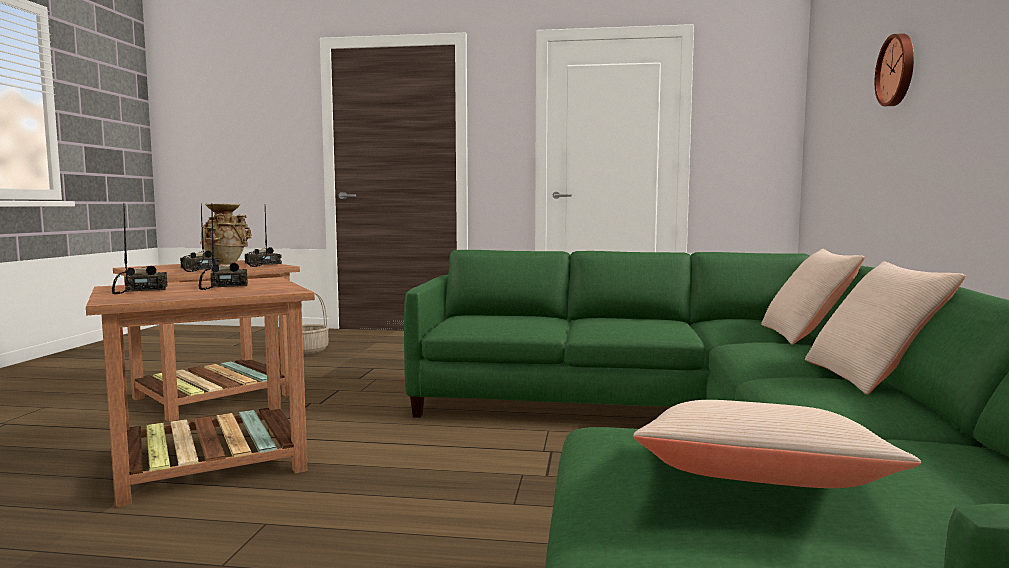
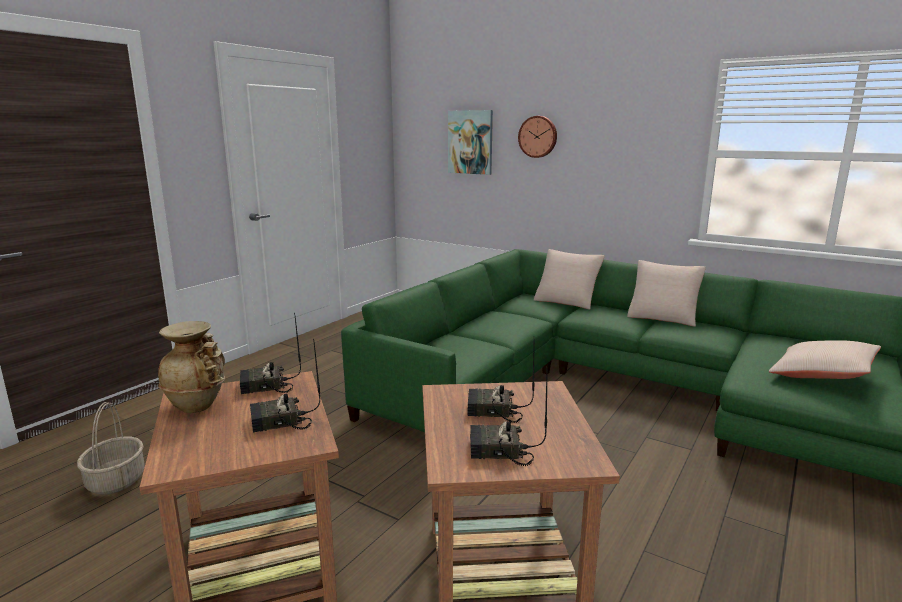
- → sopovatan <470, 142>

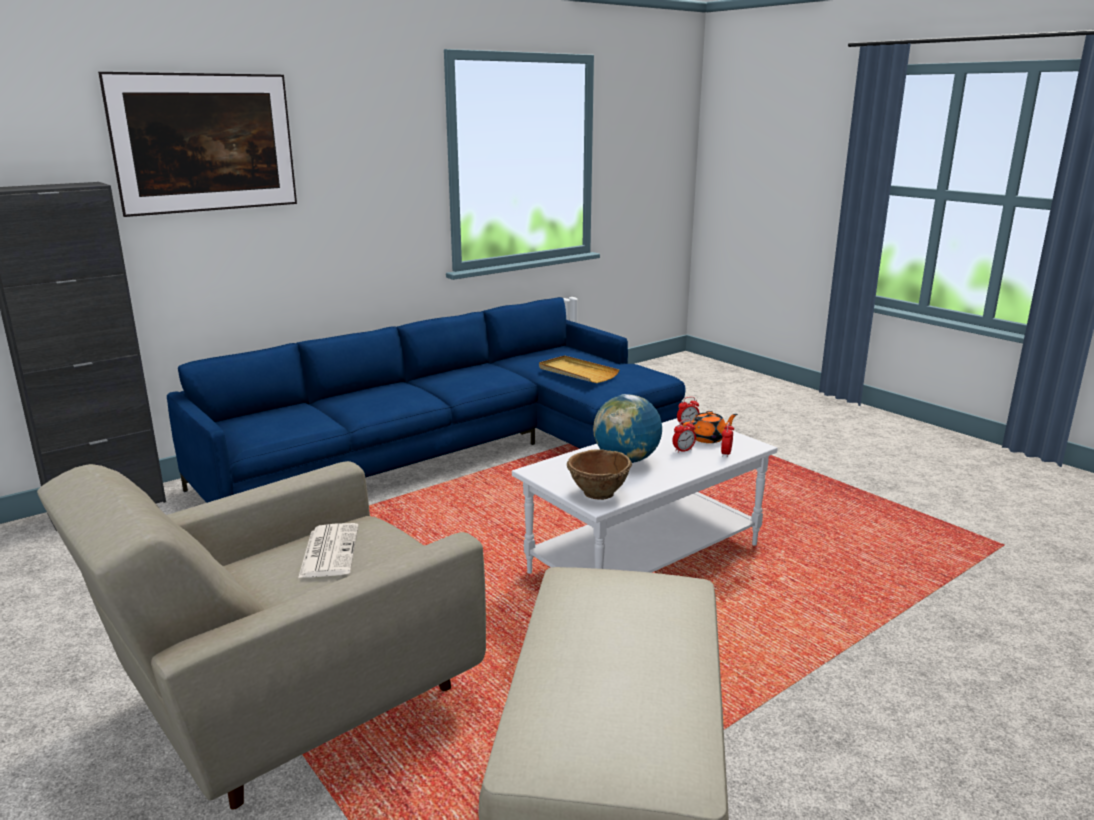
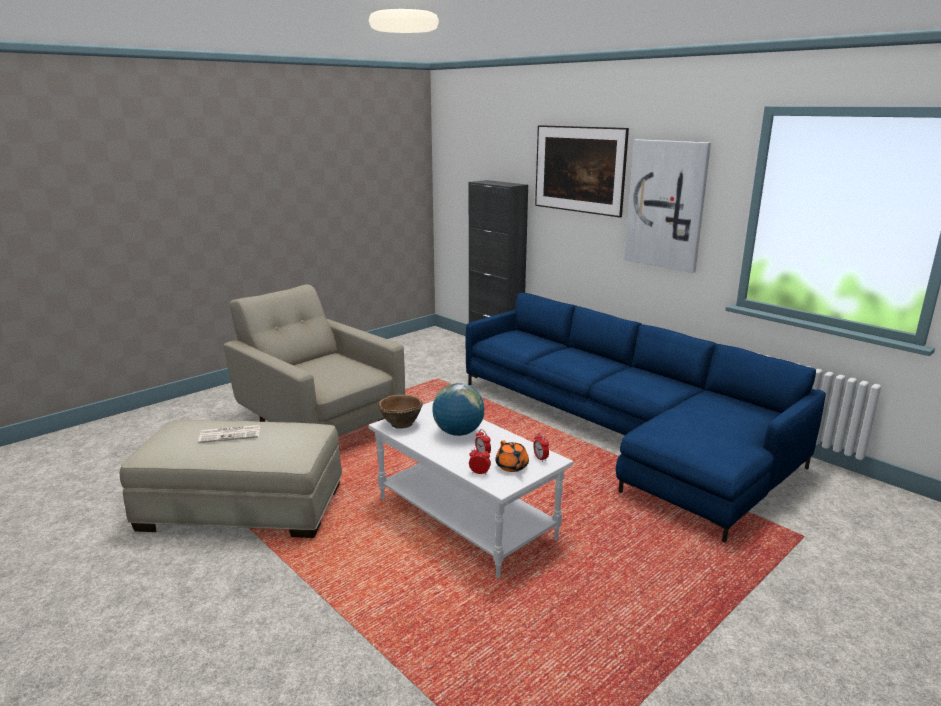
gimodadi <328, 550> → gimodadi <229, 434>, relocated
- → sopovatan <667, 206>
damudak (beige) <579, 369> → -

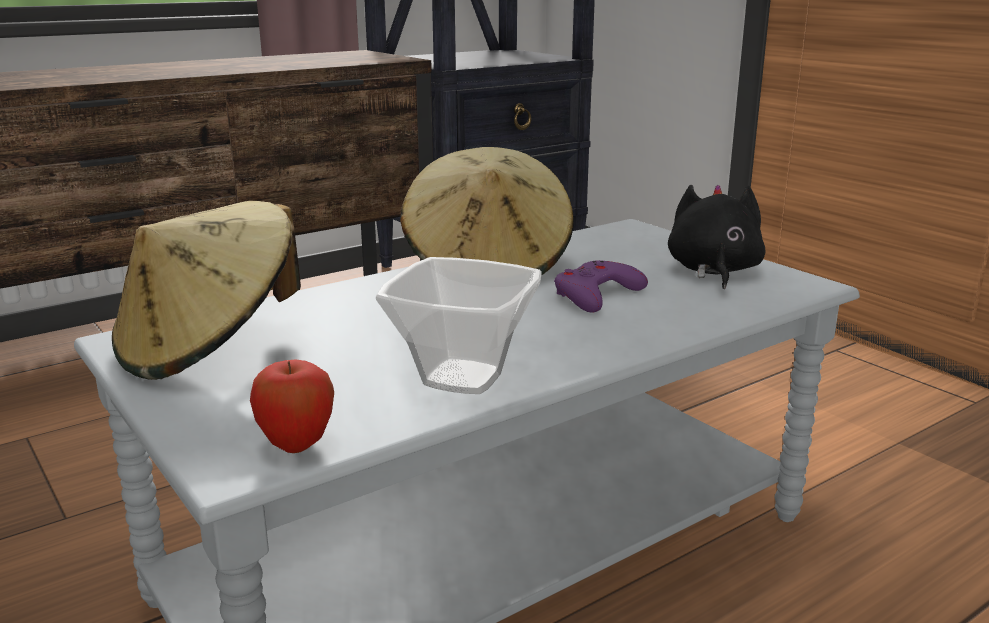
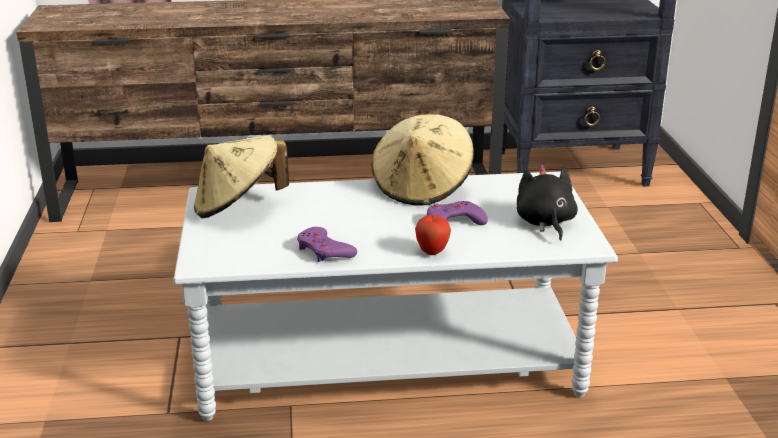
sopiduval <459, 325> → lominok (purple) <327, 244>
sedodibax <292, 406> → sedodibax <433, 235>, relocated
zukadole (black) <717, 237> → zukadole (black) <547, 202>, 45 degrees counterclockwise

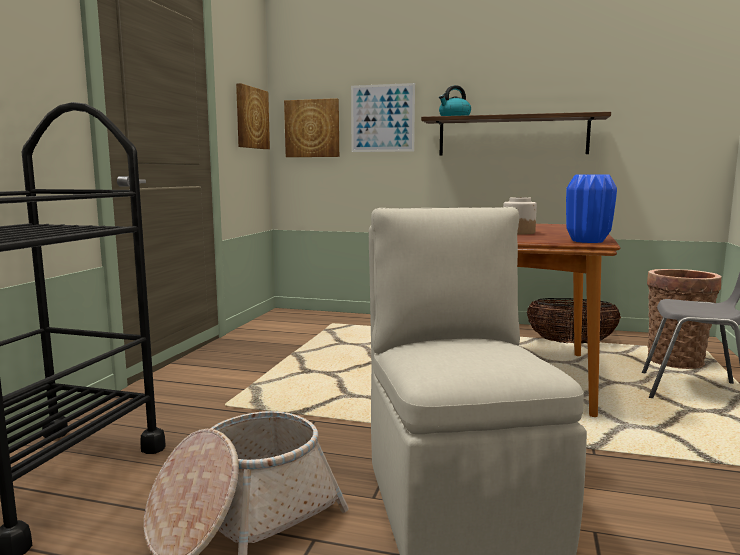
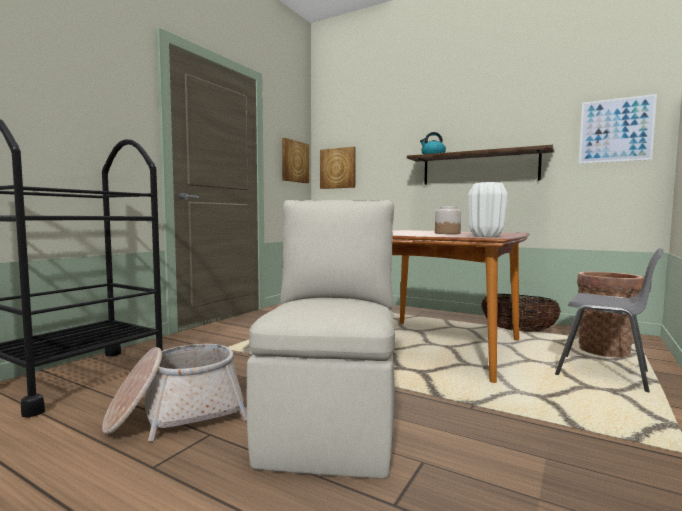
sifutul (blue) <591, 209> → sifutul (white) <488, 209>
sopovatan <383, 117> → sopovatan <618, 129>, relocated

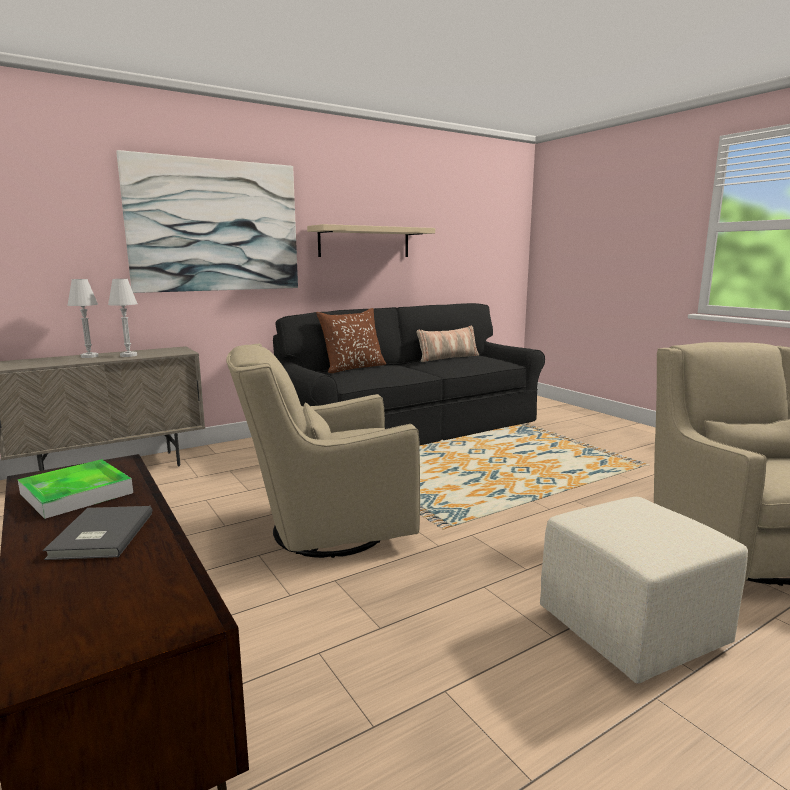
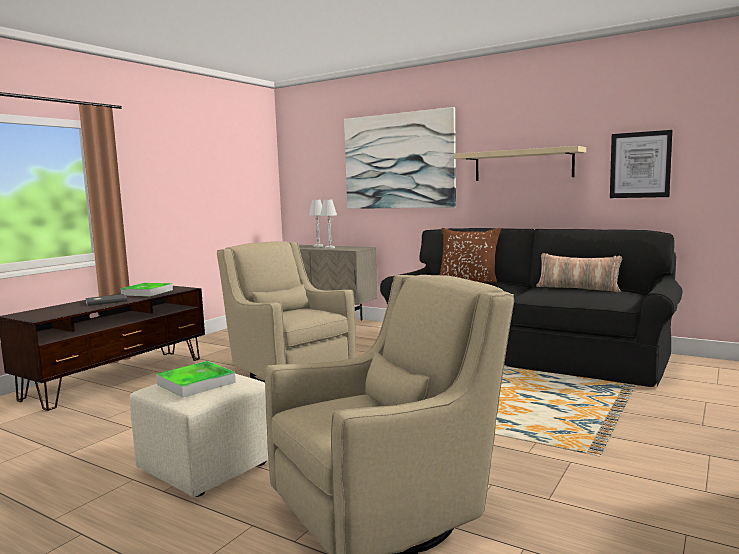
- → damudak <196, 379>
- → sopovatan <641, 164>

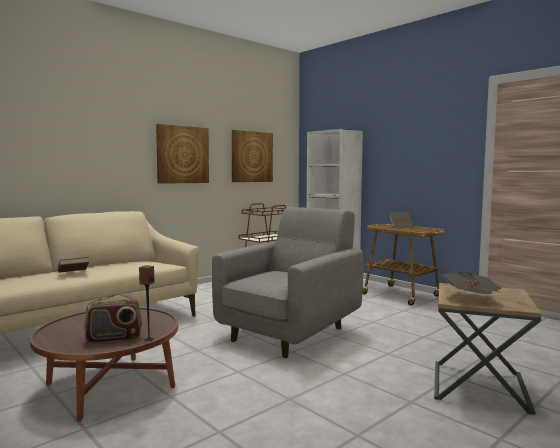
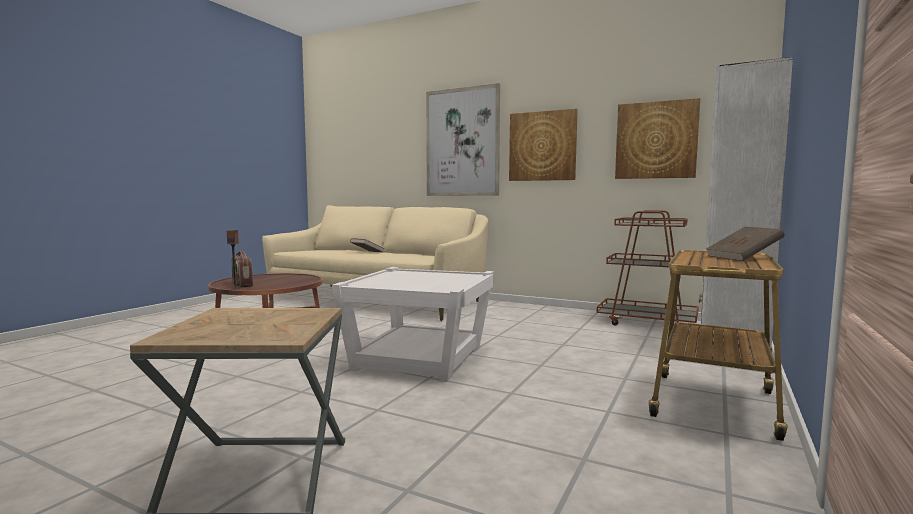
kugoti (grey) <287, 282> → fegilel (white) <413, 324>
- → sopovatan <463, 139>
gimodadi <471, 283> → -

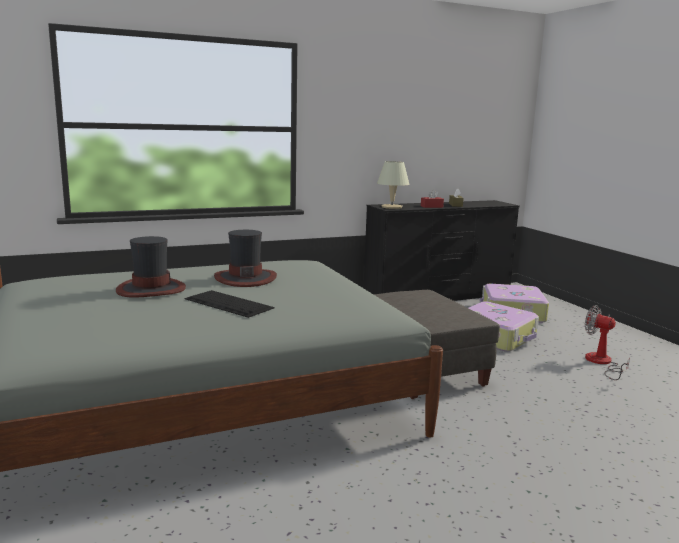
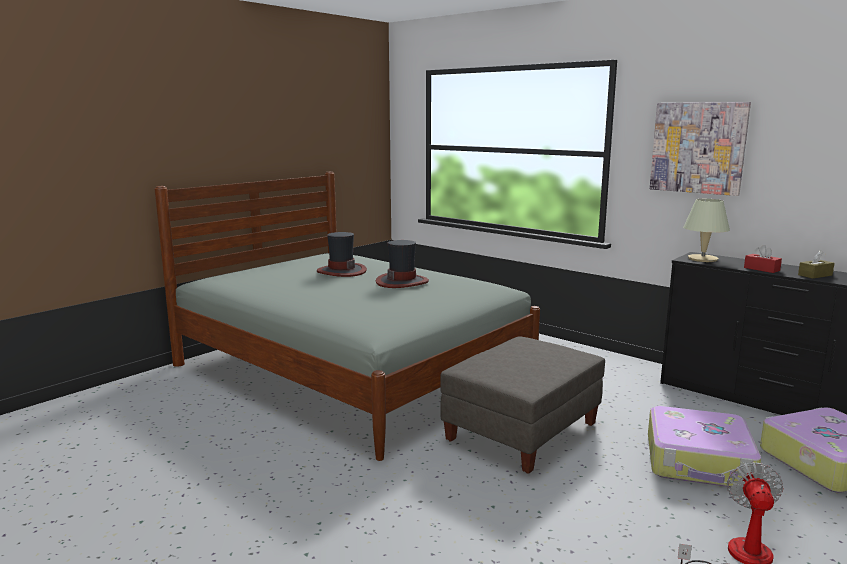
- → sopovatan <700, 149>
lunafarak <230, 304> → -

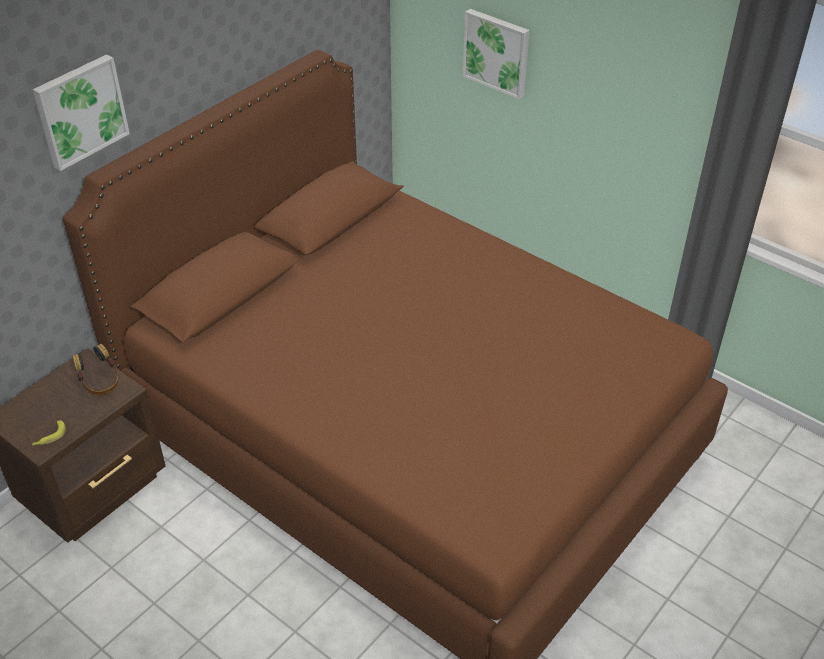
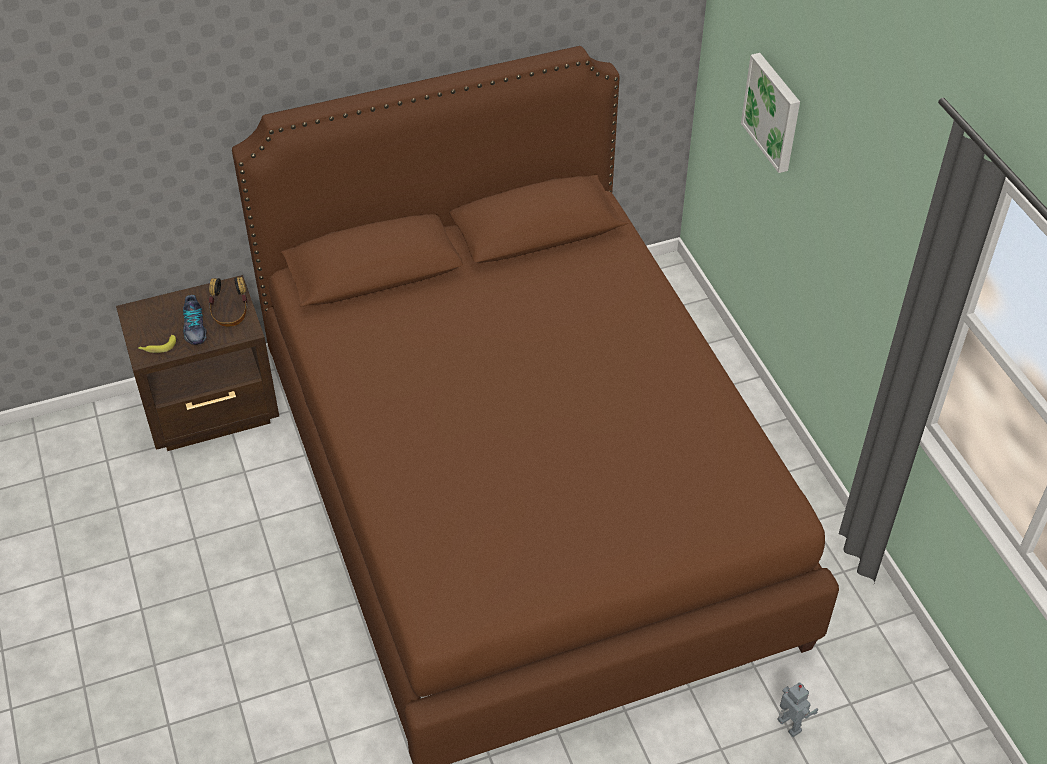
- → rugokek <195, 320>
- → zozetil <798, 709>
sopovatan <81, 112> → -

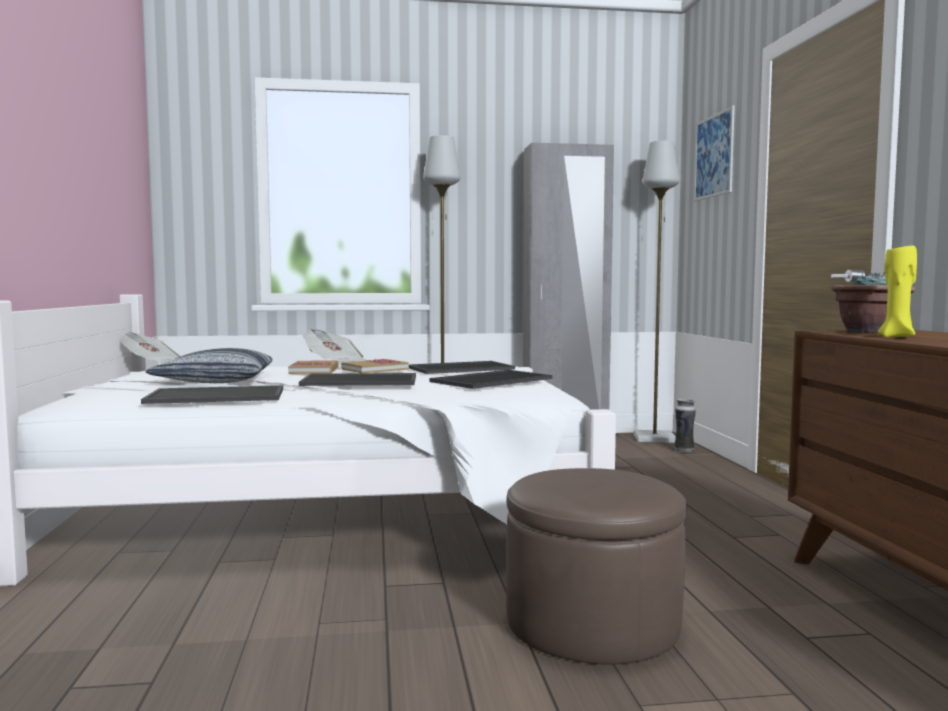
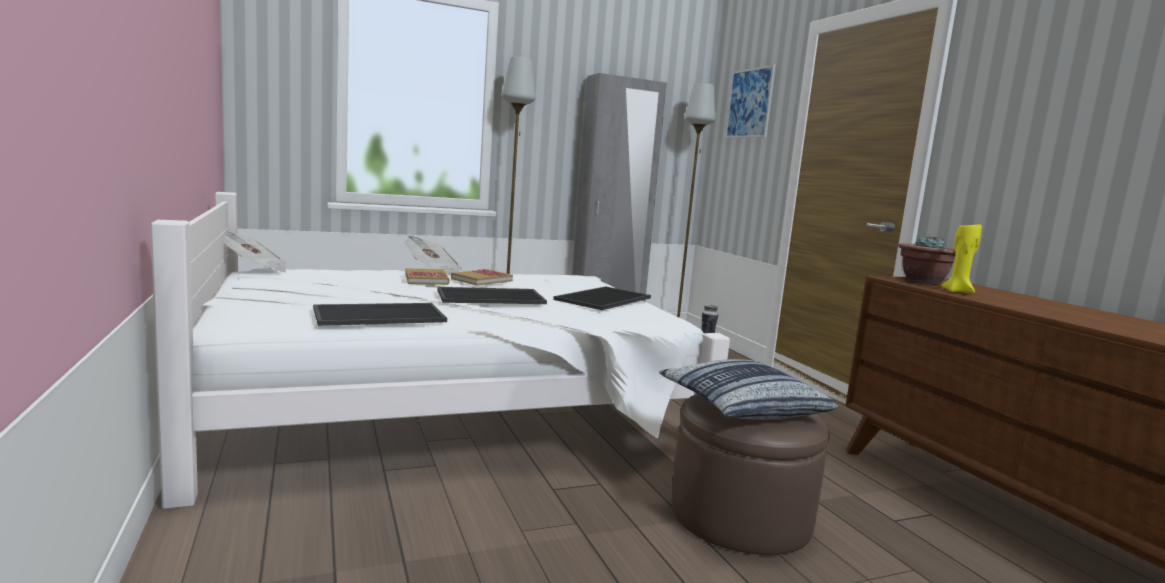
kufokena <209, 365> → kufokena <748, 389>, relocated
damudak <462, 367> → -

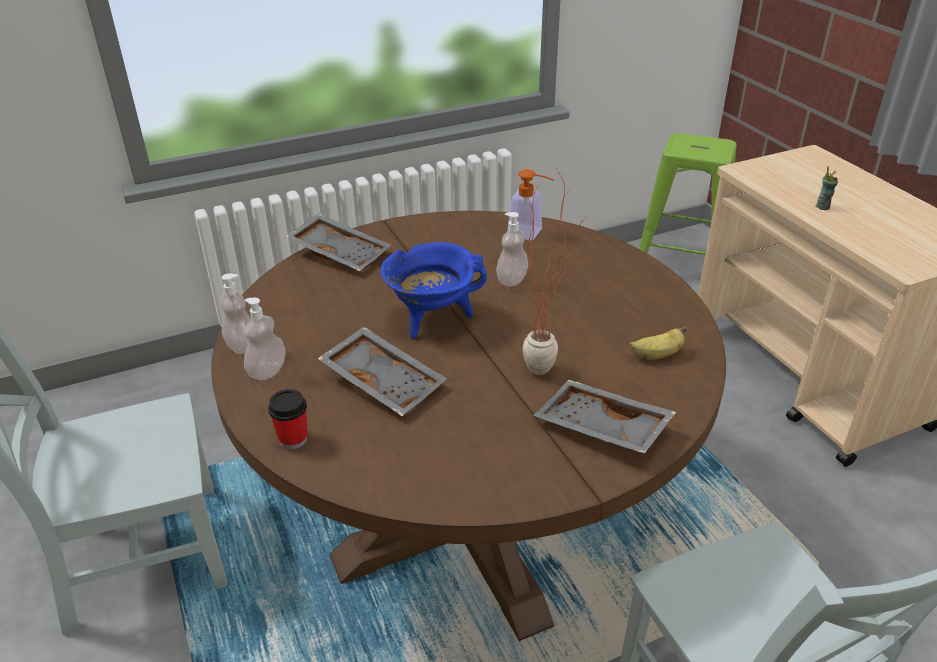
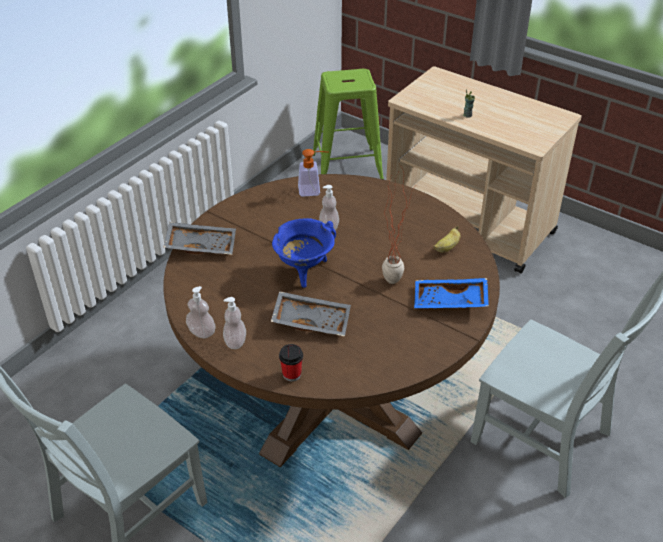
damudak (grey) <604, 417> → damudak (blue) <451, 293>

